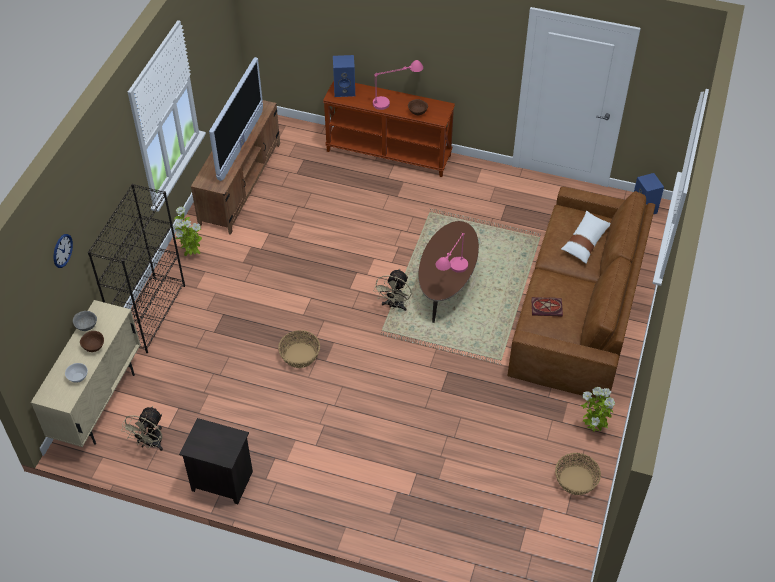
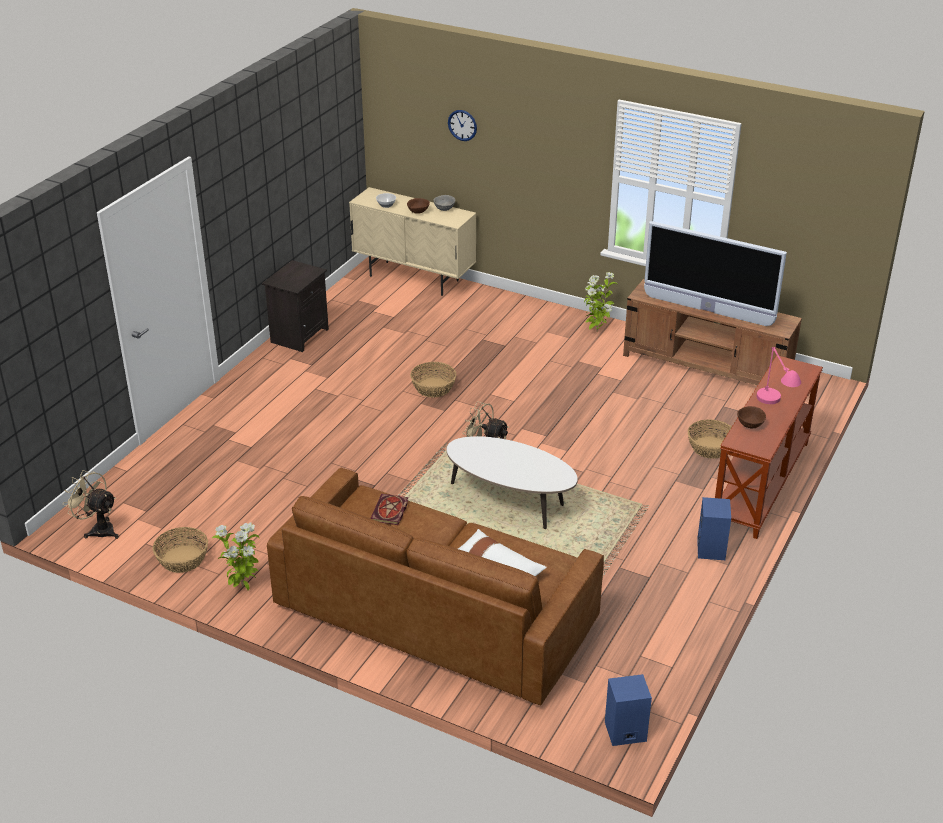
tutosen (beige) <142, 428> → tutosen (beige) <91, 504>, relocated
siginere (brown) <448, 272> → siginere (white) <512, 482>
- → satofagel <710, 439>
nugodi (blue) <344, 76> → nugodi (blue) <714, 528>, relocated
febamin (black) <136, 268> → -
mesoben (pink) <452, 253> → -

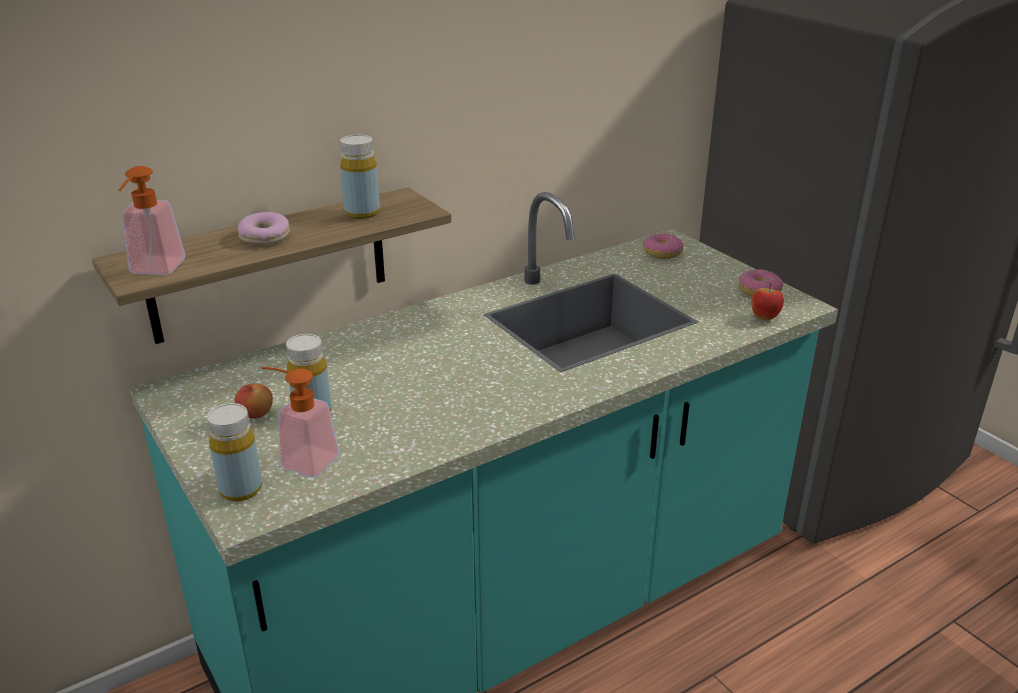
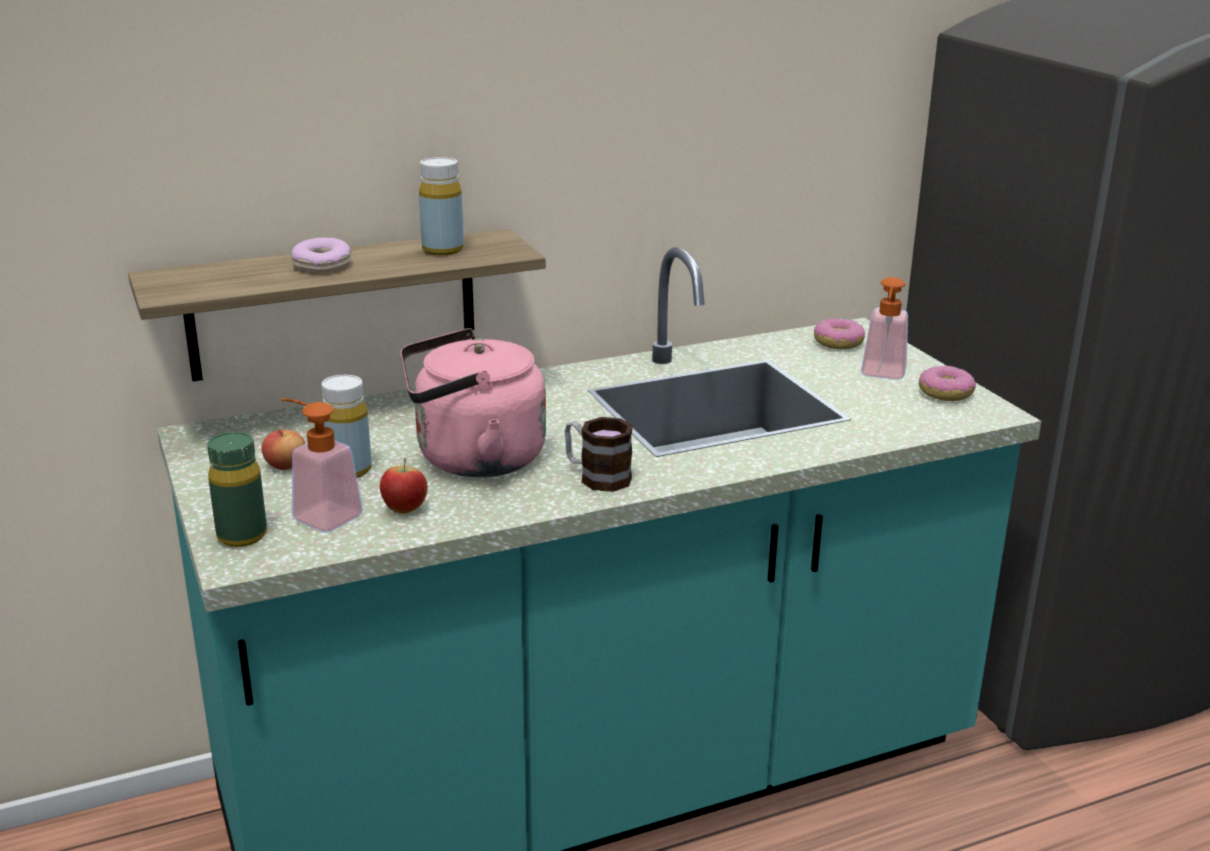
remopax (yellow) <234, 452> → remopax (green) <237, 489>
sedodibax <767, 301> → sedodibax <404, 486>, relocated
- → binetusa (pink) <473, 402>
- → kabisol <599, 454>
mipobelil <151, 220> → mipobelil <884, 328>, relocated

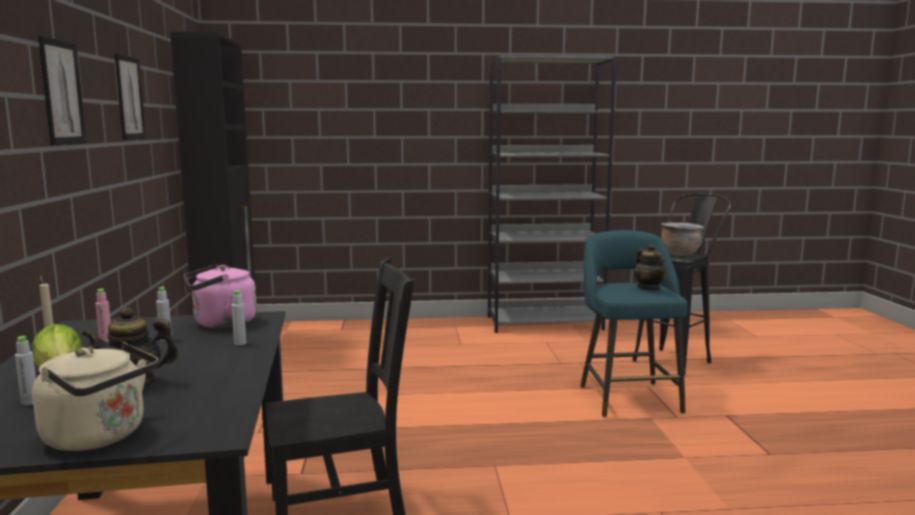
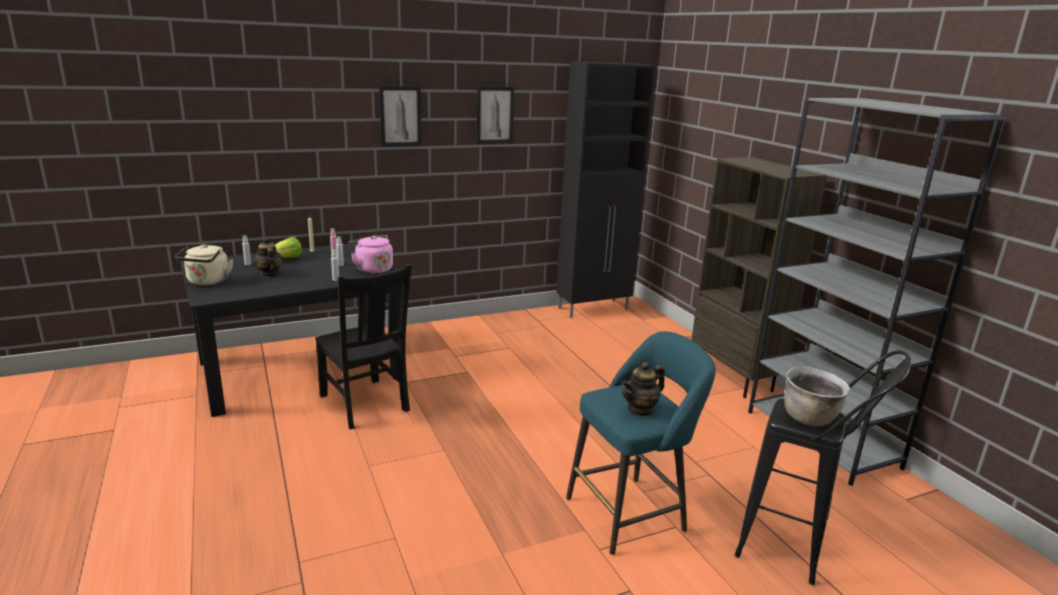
- → febamin (brown) <759, 277>

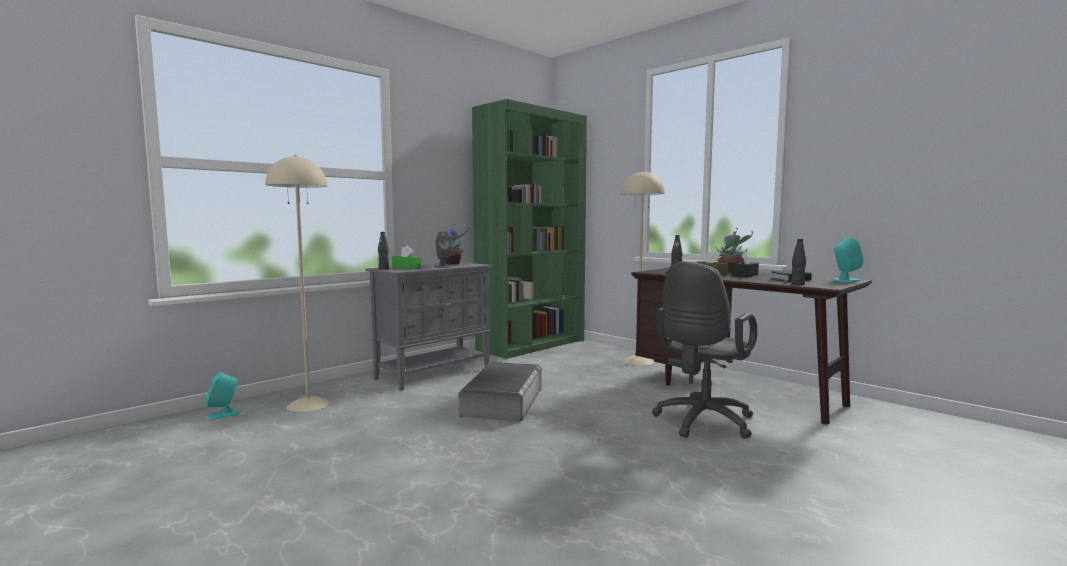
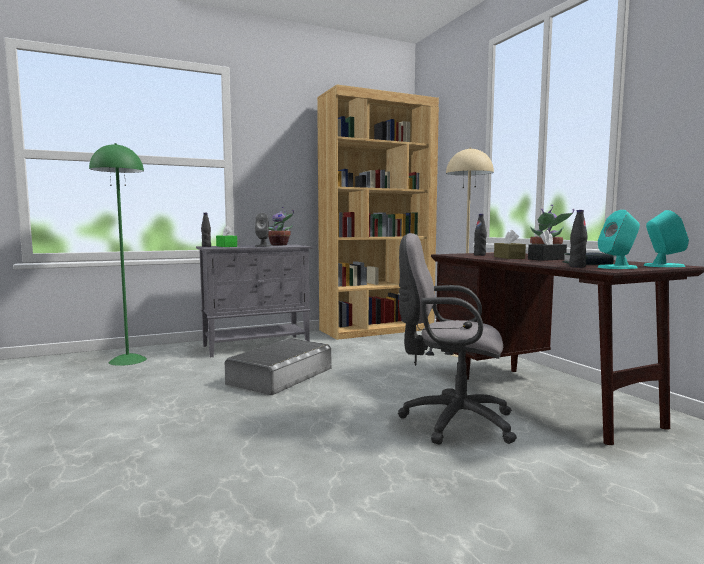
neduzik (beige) <297, 283> → neduzik (green) <118, 254>
febamin (green) <529, 229> → febamin (brown) <378, 212>
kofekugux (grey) <704, 350> → kofekugux (grey) <457, 339>, 45 degrees clockwise
nugodi (turquoise) <222, 396> → nugodi (turquoise) <619, 239>, relocated

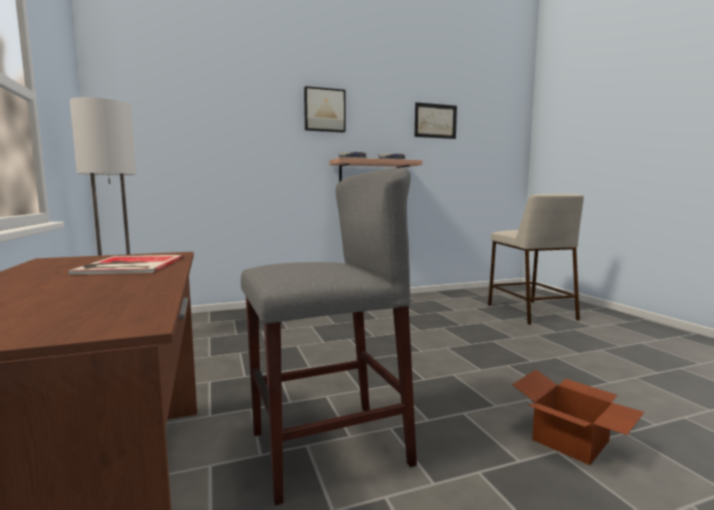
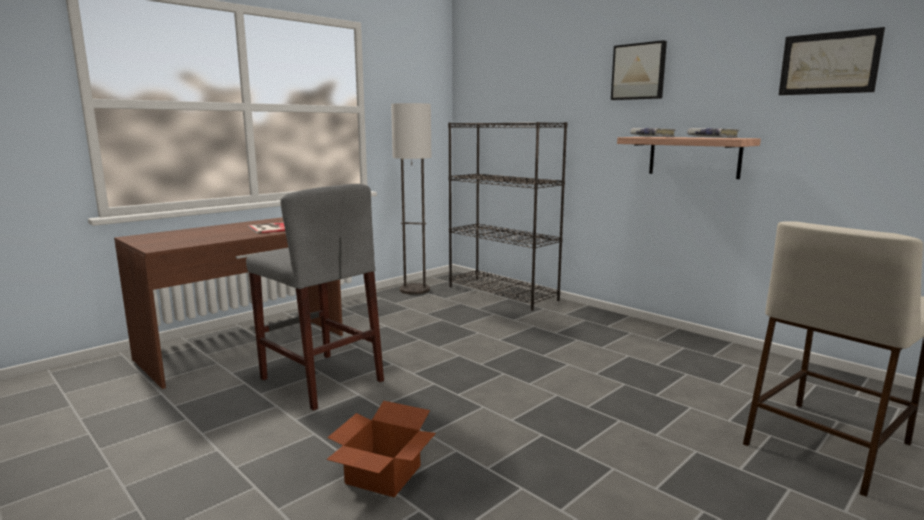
- → febamin (black) <507, 216>

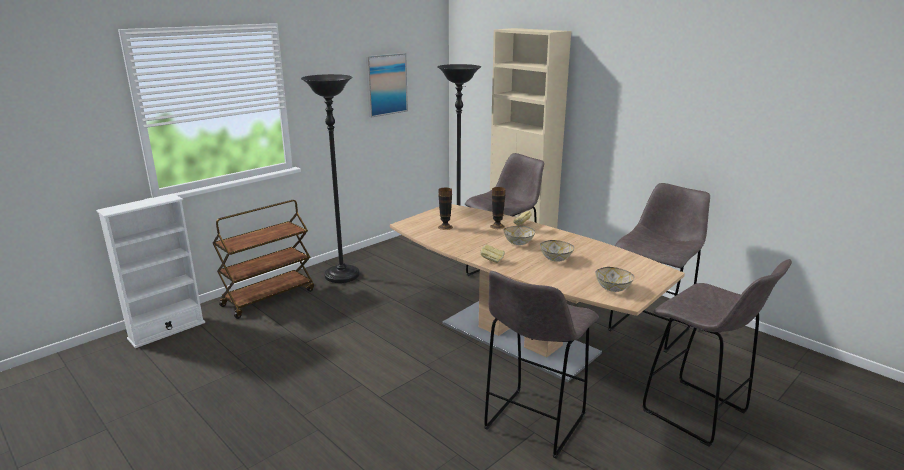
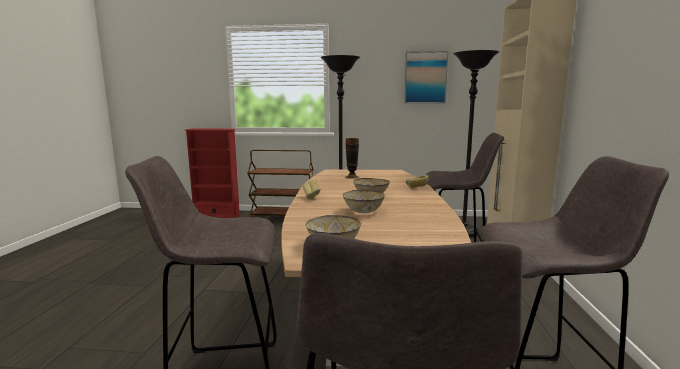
febamin (white) <150, 270> → febamin (red) <212, 173>
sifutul <498, 208> → -

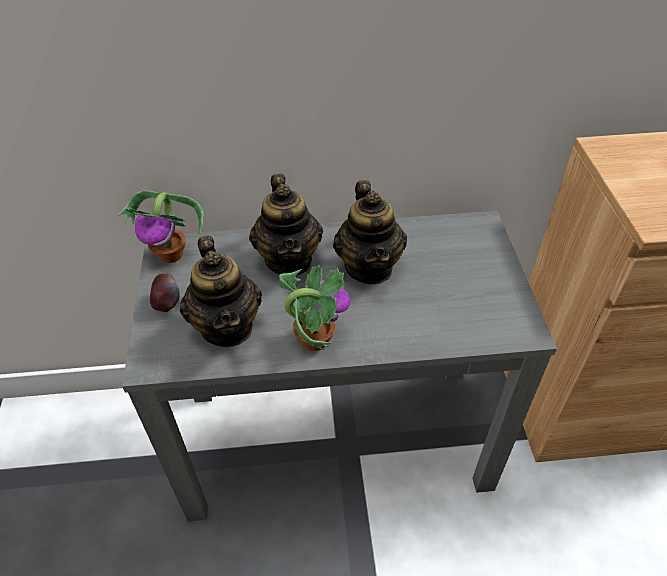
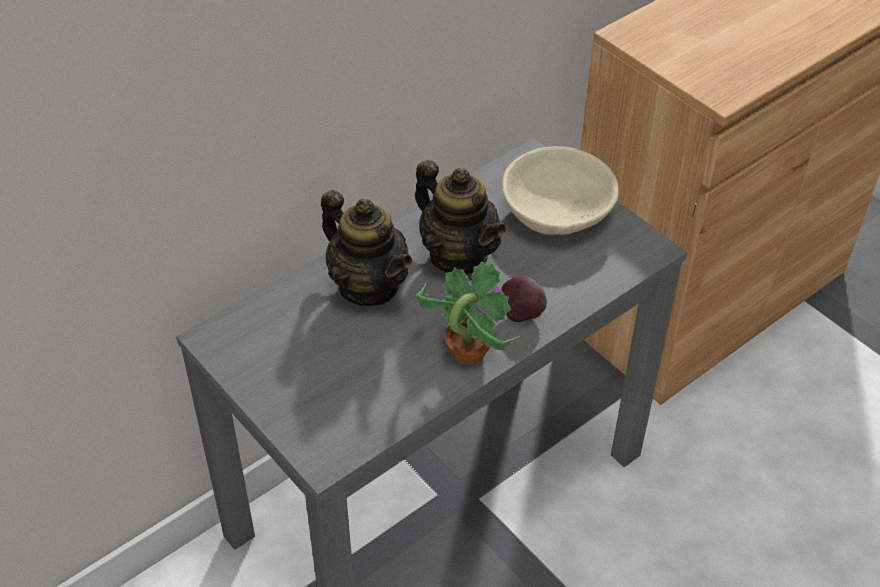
sedodibax <164, 293> → sedodibax <524, 298>, relocated
- → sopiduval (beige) <560, 190>
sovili <160, 226> → -
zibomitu <221, 291> → -

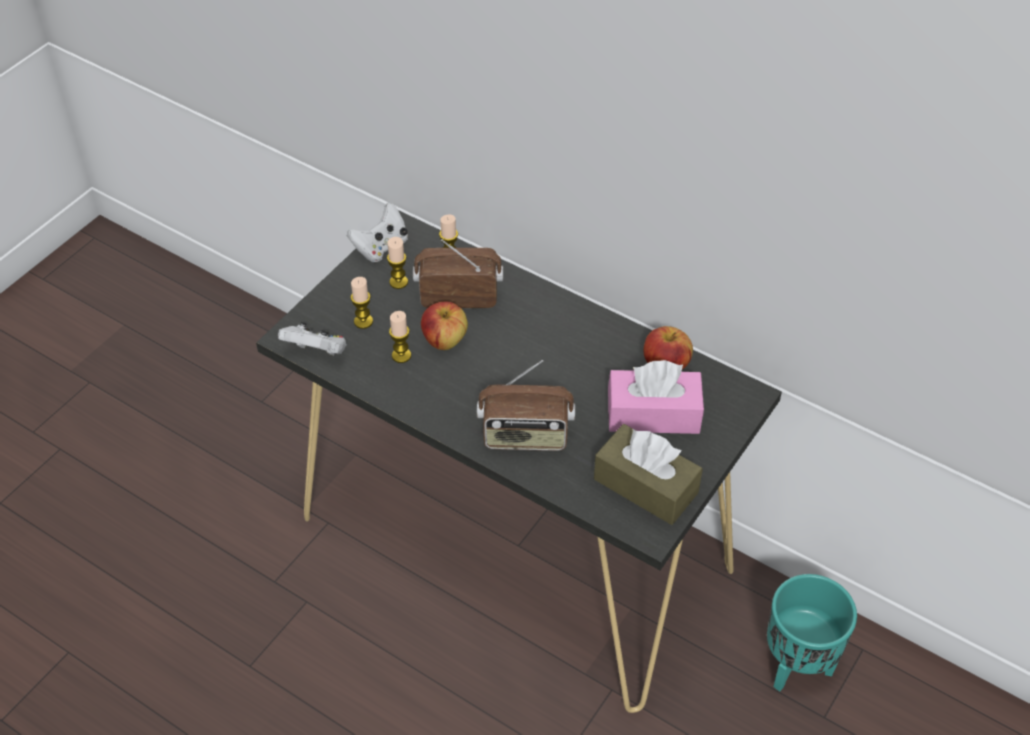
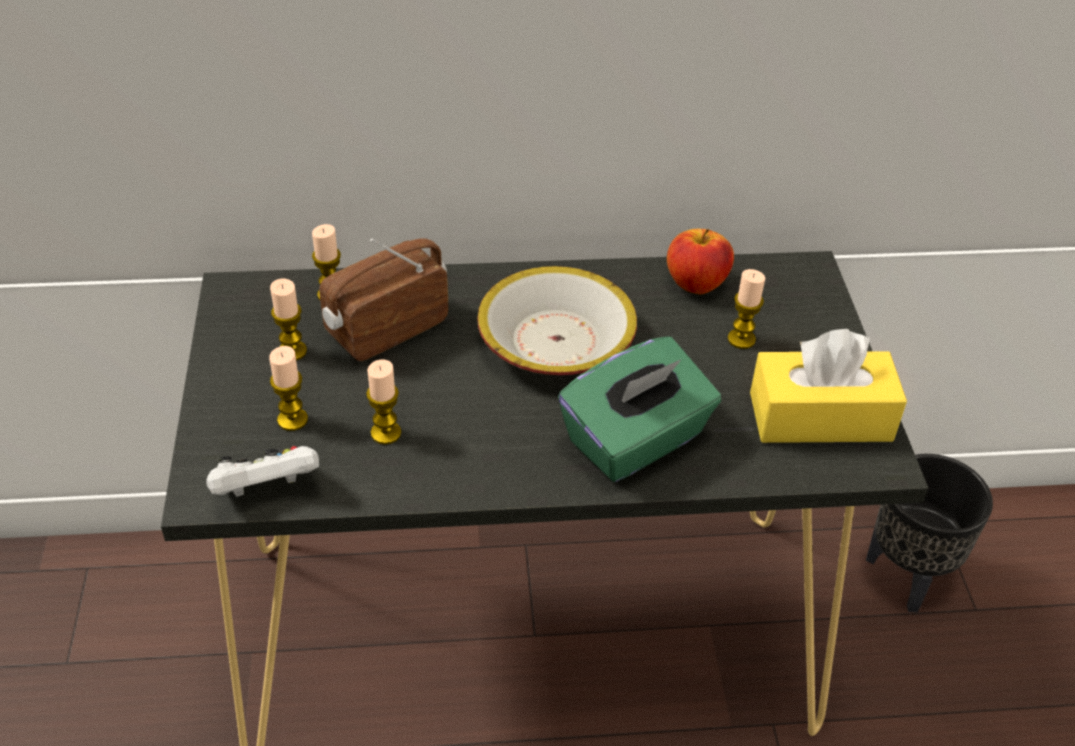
- → sopiduval <557, 320>
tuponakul <526, 405> → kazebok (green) <639, 409>
kazebok (pink) <656, 397> → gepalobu <746, 309>
kazebok (brown) <648, 474> → kazebok (yellow) <828, 386>
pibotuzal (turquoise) <812, 633> → pibotuzal (black) <929, 533>
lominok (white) <377, 232> → -
sedodibax <444, 326> → -

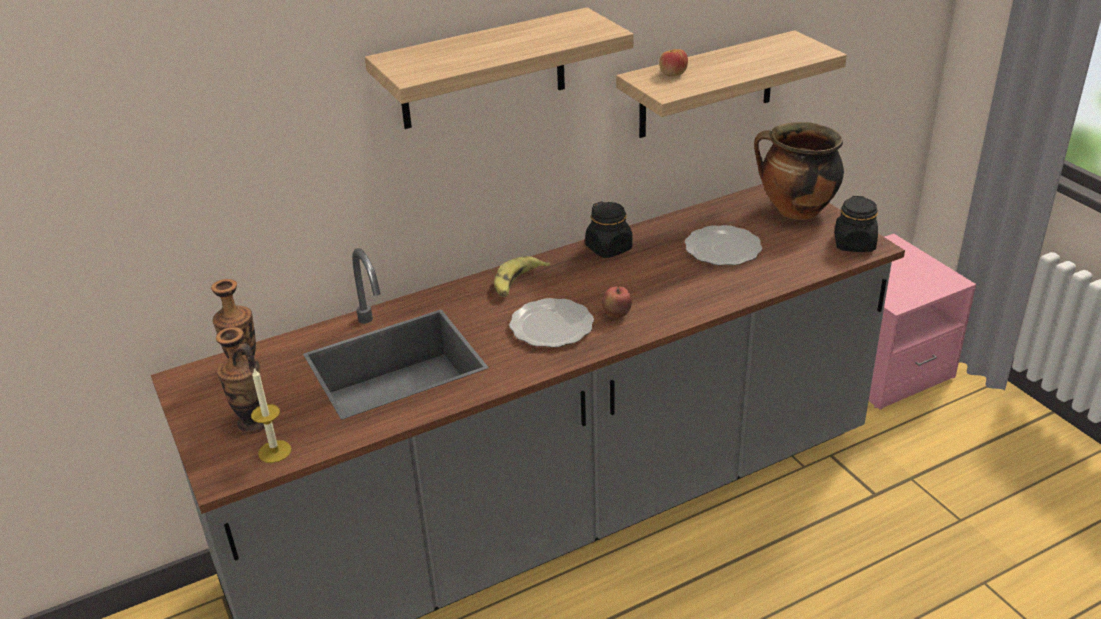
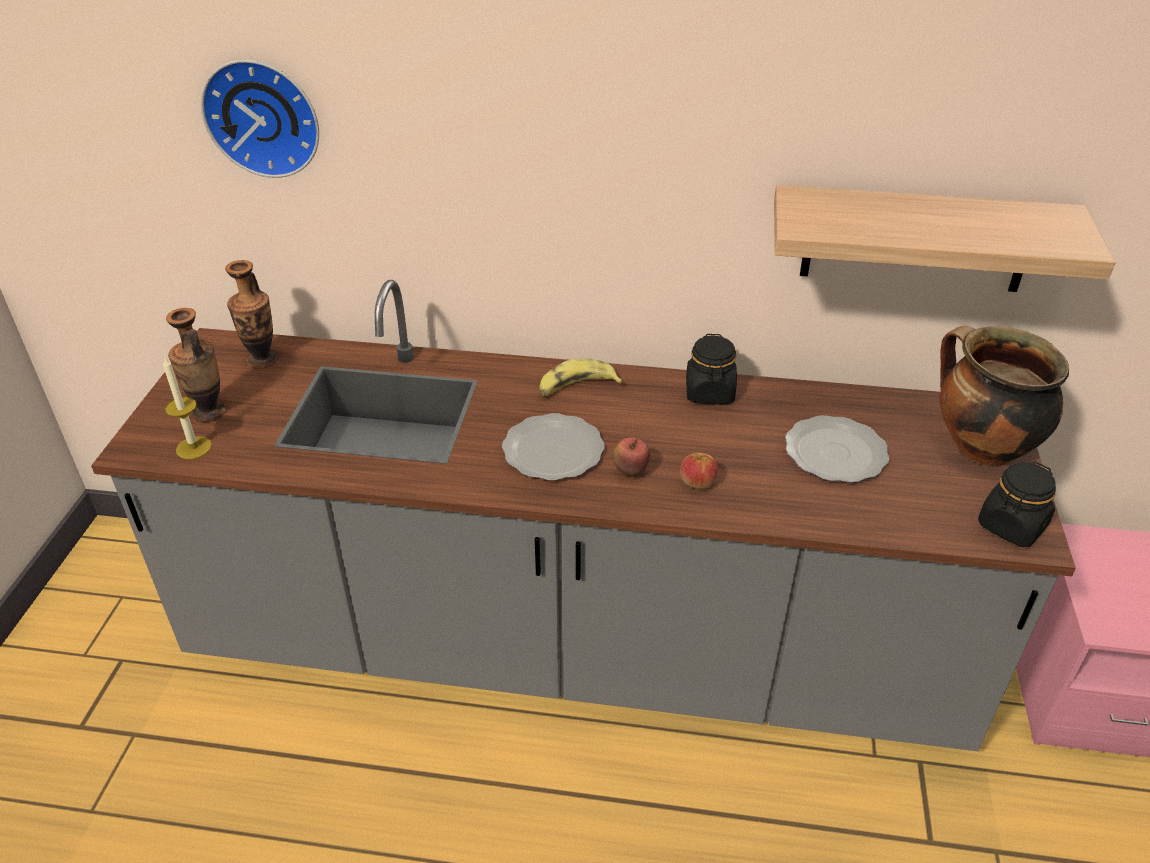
- → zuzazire <260, 119>
sedodibax <673, 62> → sedodibax <699, 471>, relocated
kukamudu <499, 68> → -

